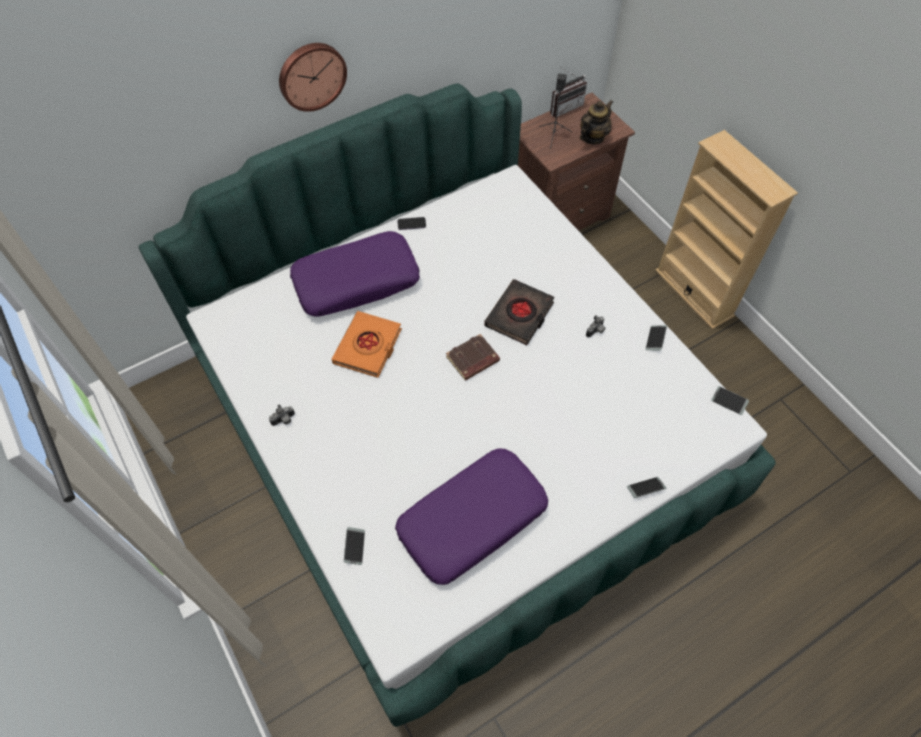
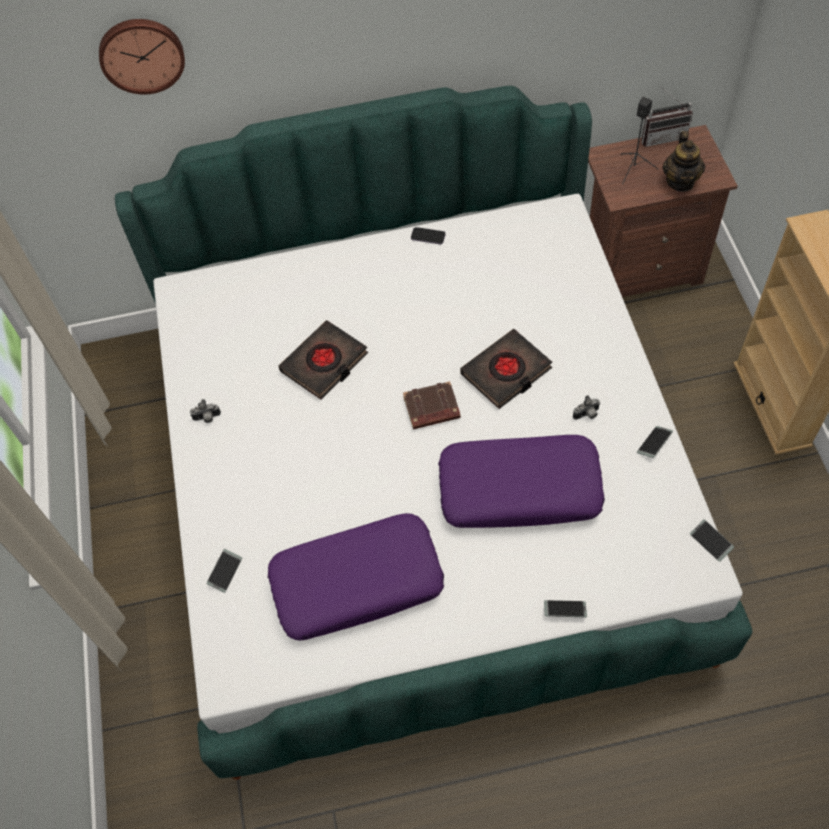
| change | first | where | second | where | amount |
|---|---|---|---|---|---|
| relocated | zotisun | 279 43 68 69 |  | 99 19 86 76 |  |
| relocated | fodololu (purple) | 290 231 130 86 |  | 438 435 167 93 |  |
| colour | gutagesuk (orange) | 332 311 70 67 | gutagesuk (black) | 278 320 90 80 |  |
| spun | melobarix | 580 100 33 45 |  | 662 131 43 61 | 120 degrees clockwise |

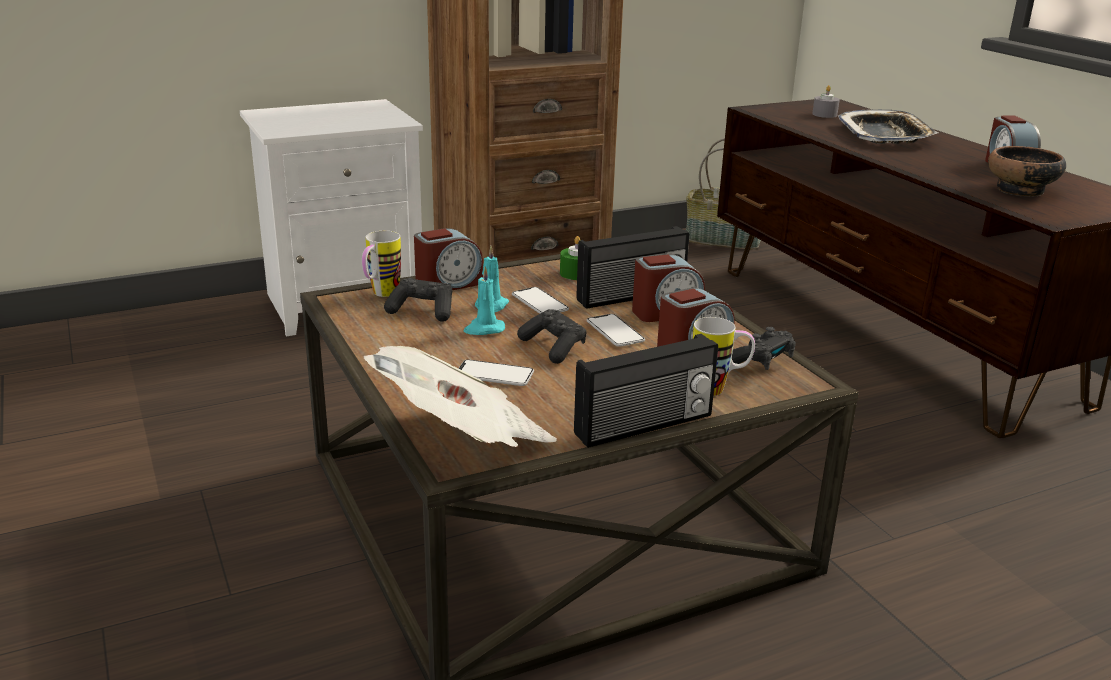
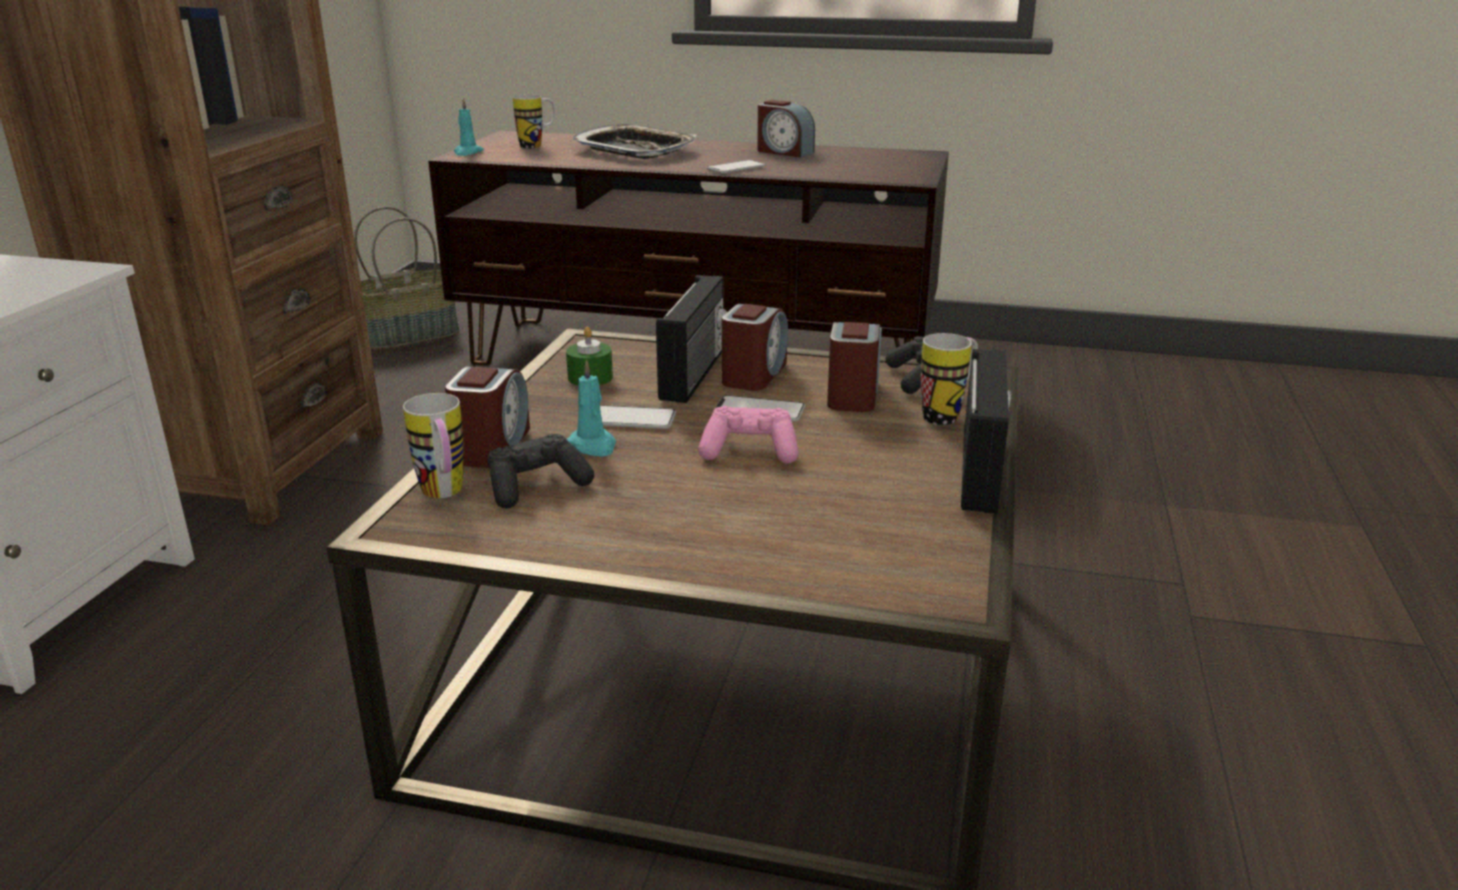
| change | first | where | second | where | amount |
|---|---|---|---|---|---|
| missing | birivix | 363 346 194 101 |  |  |  |
| missing | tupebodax | 988 146 78 51 |  |  |  |
| relocated | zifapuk | 458 359 76 27 |  | 707 160 58 13 |  |
| relocated | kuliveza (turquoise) | 464 266 41 69 |  | 454 98 30 58 |  |
| exchanged | kuliveza (grey) | 812 85 28 33 | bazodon | 513 94 43 55 |  |
| colour | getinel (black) | 517 309 69 55 | getinel (pink) | 698 406 100 58 |  |

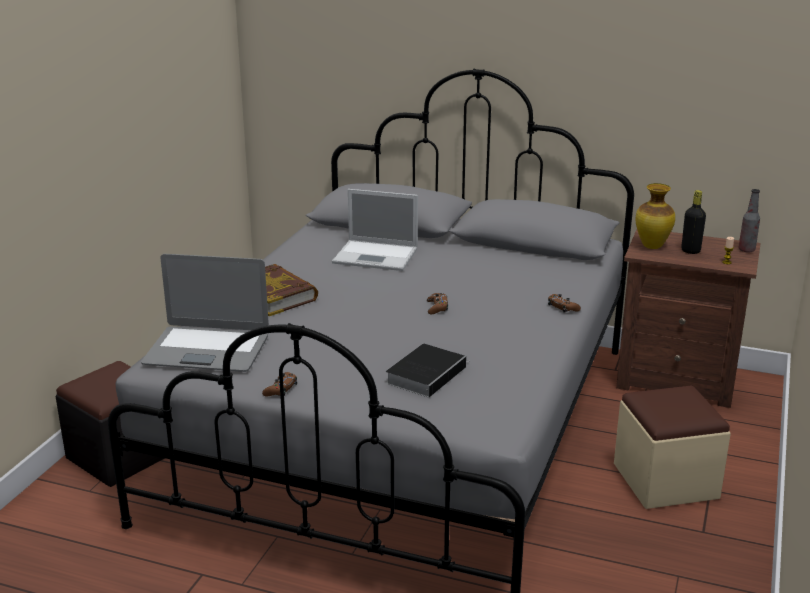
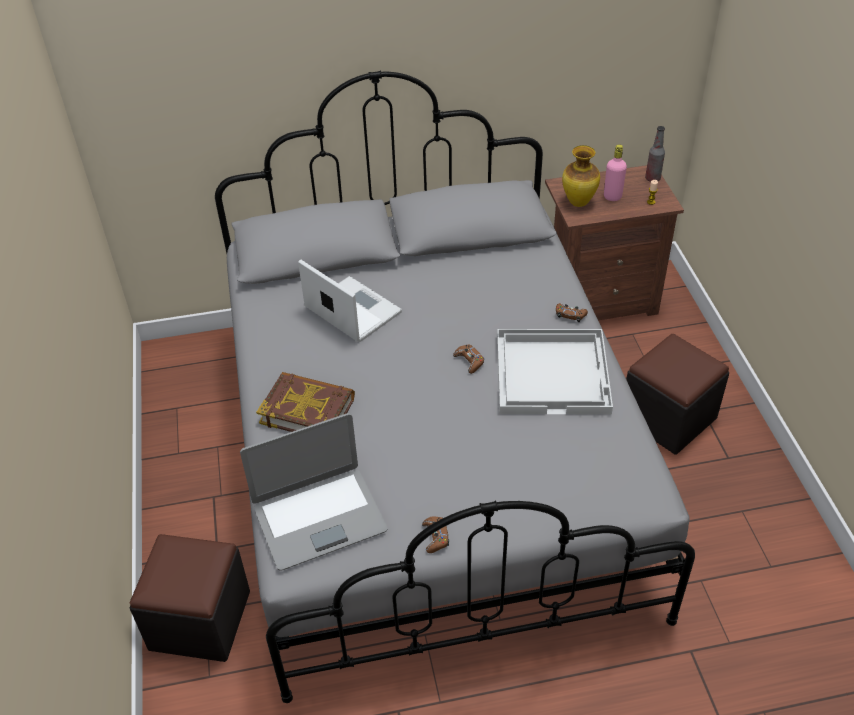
| change | first | where | second | where | amount |
|---|---|---|---|---|---|
| missing | gutagesuk | 386 344 83 54 |  |  |  |
| appeared |  |  | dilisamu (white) | 497 329 116 85 |  |
| colour | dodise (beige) | 614 386 117 123 | dodise (black) | 626 334 103 121 |  |
| colour | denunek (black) | 681 190 25 64 | denunek (pink) | 604 144 23 57 |  |
| spun | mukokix | 332 189 86 82 |  | 298 259 104 83 | 120 degrees counterclockwise |

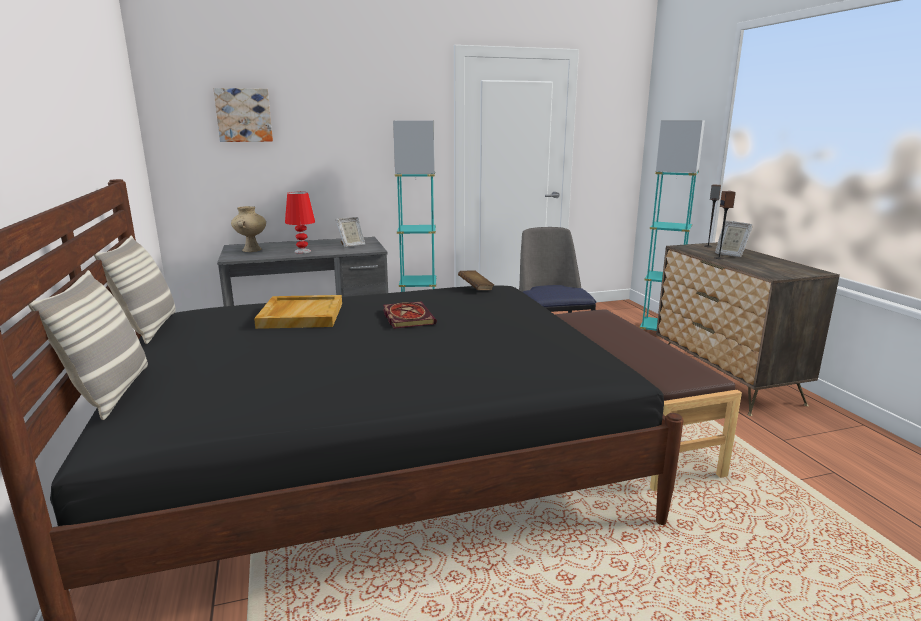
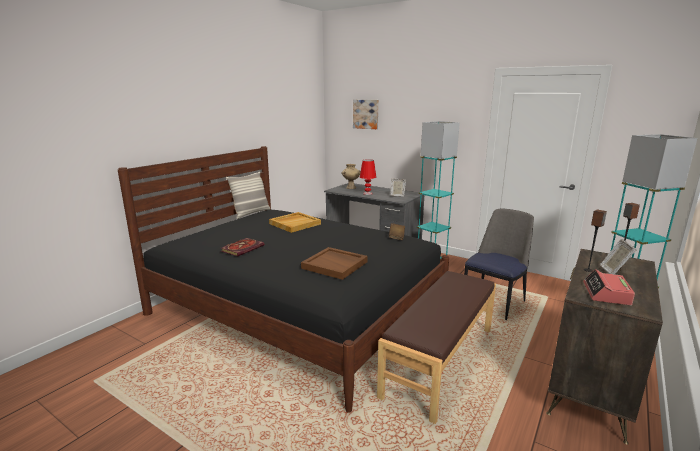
| change | first | where | second | where | amount |
|---|---|---|---|---|---|
| missing | fodololu | 28 270 120 150 |  |  |  |
| appeared |  |  | dilisamu (brown) | 301 247 67 33 |  |
| appeared |  |  | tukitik | 583 269 52 37 |  |
| relocated | gutagesuk | 383 301 54 28 |  | 221 238 44 18 |  |

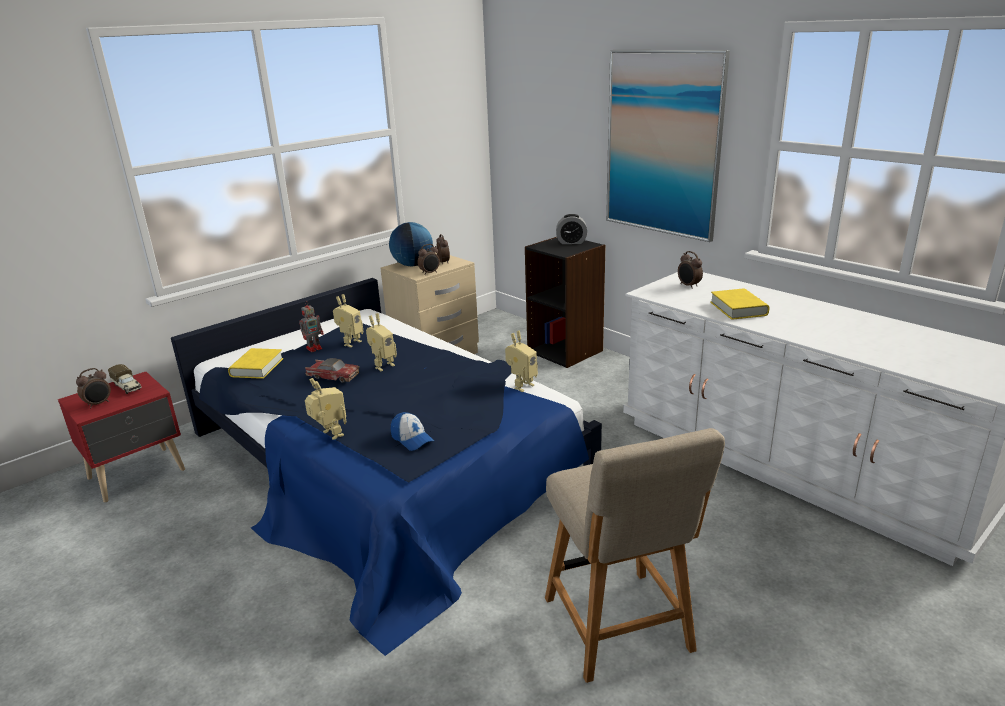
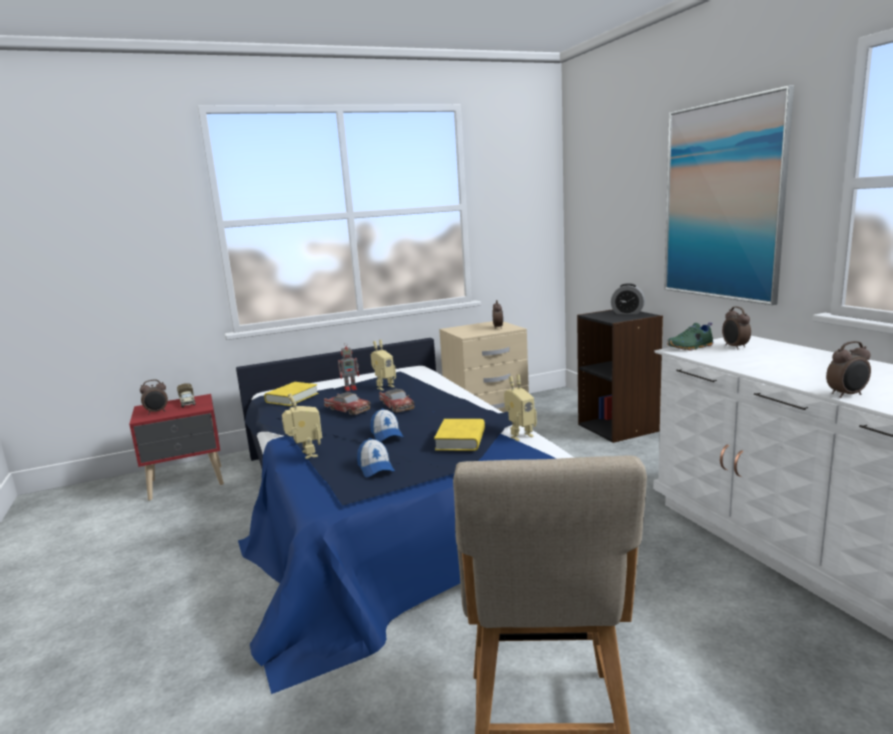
| change | first | where | second | where | amount |
|---|---|---|---|---|---|
| missing | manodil | 389 222 44 44 |  |  |  |
| appeared |  |  | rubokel | 370 408 33 34 |  |
| appeared |  |  | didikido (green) | 667 322 46 28 |  |
| relocated | tukitik | 417 244 23 31 |  | 826 341 45 57 |  |
| relocated | gutagesuk (yellow) | 710 288 60 32 |  | 434 419 51 32 |  |
| exchanged | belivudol | 366 313 31 58 | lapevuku | 379 389 35 24 |  |

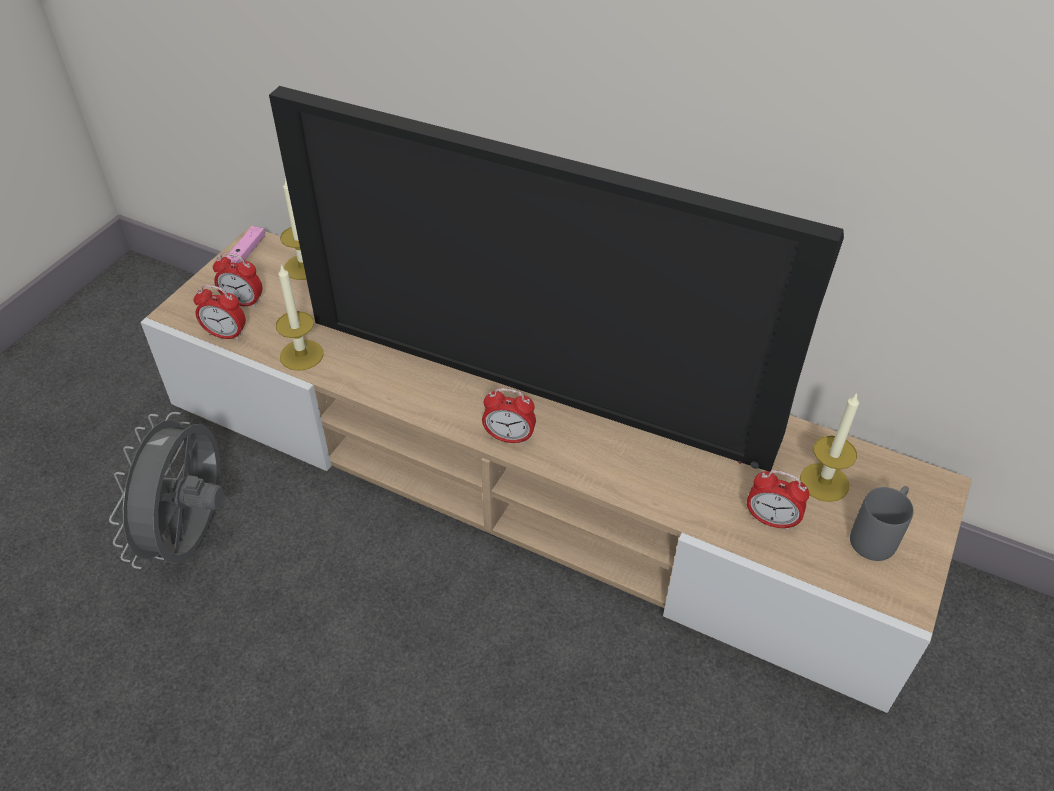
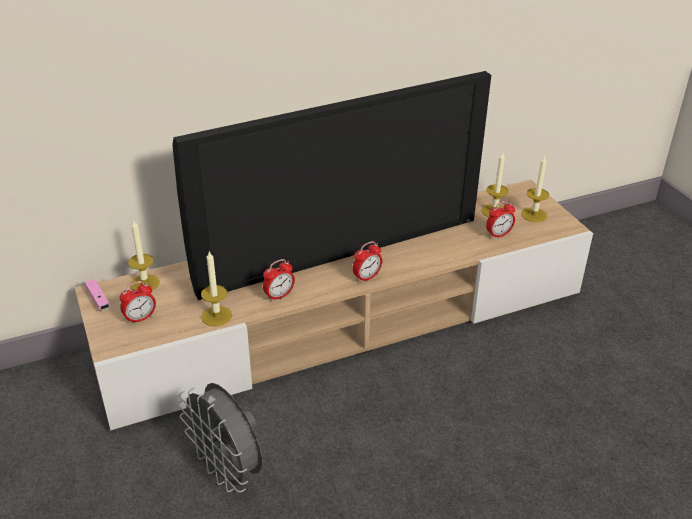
| change | first | where | second | where | amount |
|---|---|---|---|---|---|
| relocated | tukitik | 193 285 53 55 |  | 263 259 32 43 |  |
| exchanged | bazodon (grey) | 850 486 64 75 | kuliveza | 521 155 28 67 |  |

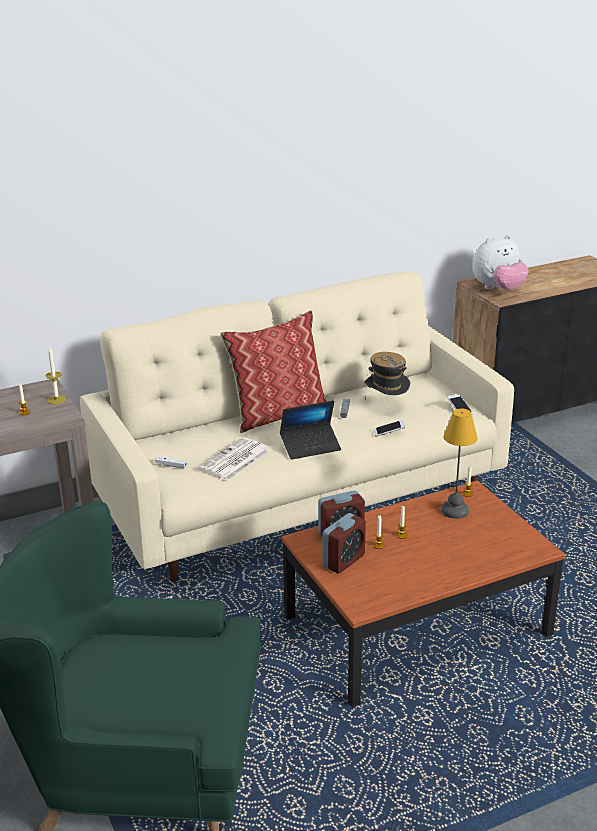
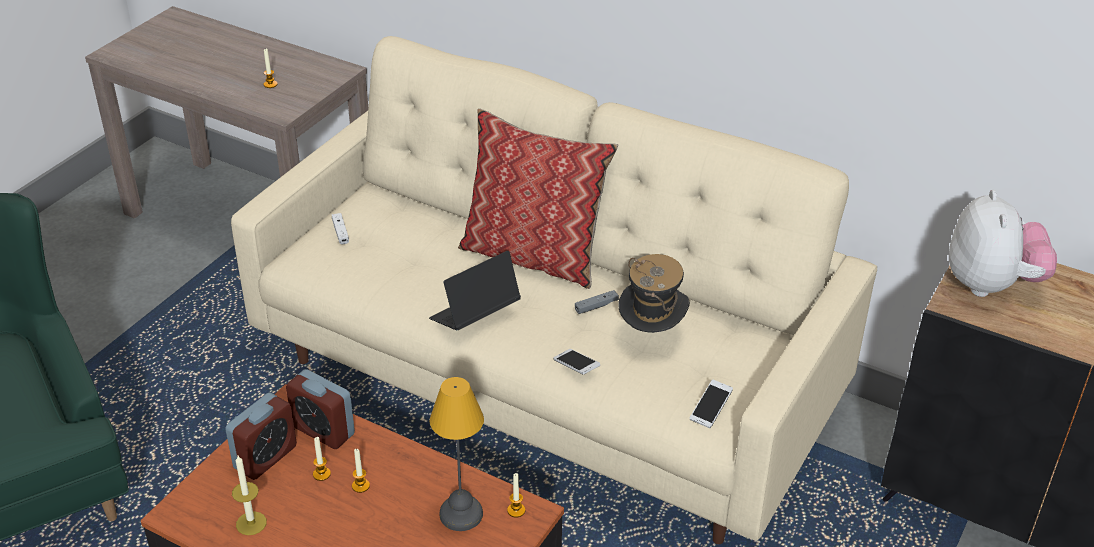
| change | first | where | second | where | amount |
|---|---|---|---|---|---|
| missing | birivix | 198 437 73 44 |  |  |  |
| relocated | kuliveza | 46 347 20 57 |  | 232 456 35 79 |  |
| spun | mukokix | 280 400 61 60 |  | 429 251 92 79 | 105 degrees clockwise |
| spun | tukitik | 323 513 43 60 |  | 225 393 72 87 | 60 degrees counterclockwise |
| spun | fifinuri | 472 235 57 56 |  | 949 190 108 107 | 120 degrees counterclockwise |

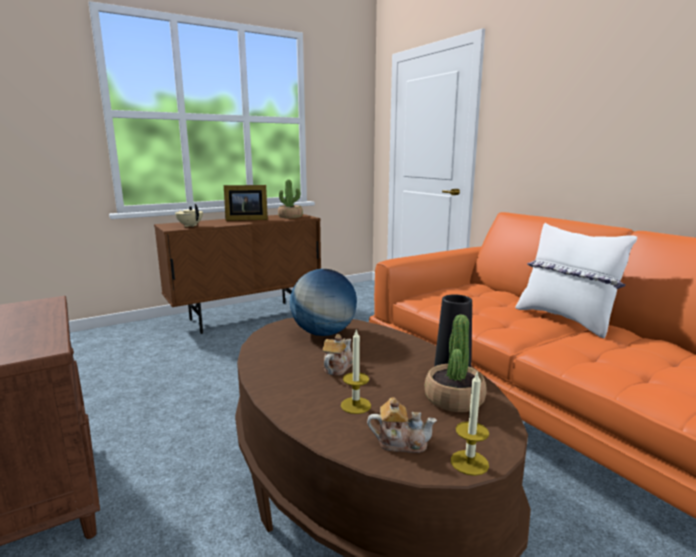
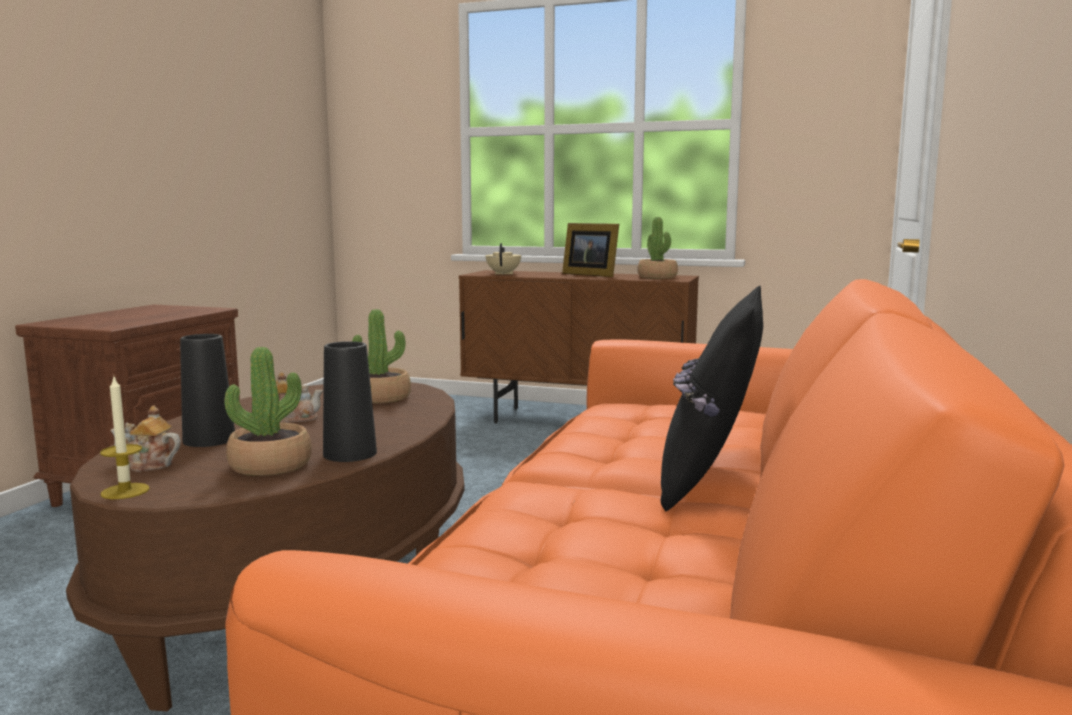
| change | first | where | second | where | amount |
|---|---|---|---|---|---|
| exchanged | manodil | 290 269 67 67 | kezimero | 352 309 59 95 |  |
| exchanged | kuliveza | 341 329 30 85 | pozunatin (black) | 180 334 55 113 |  |
| colour | fodololu (white) | 515 223 122 116 | fodololu (black) | 661 285 102 226 |  |
| spun | melobarix | 367 397 70 56 |  | 111 406 70 66 | 135 degrees clockwise |

